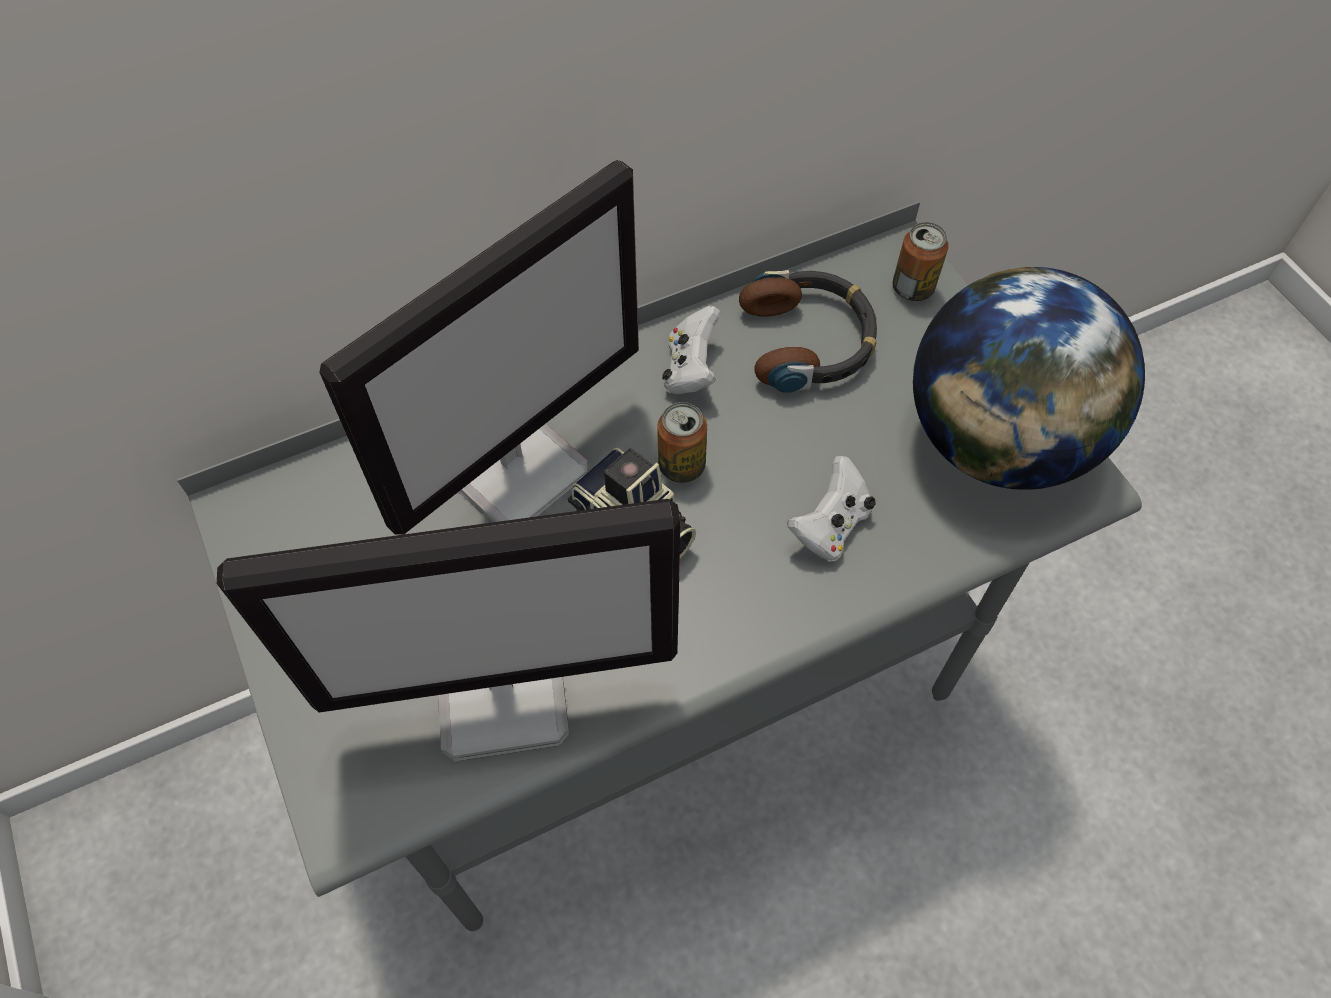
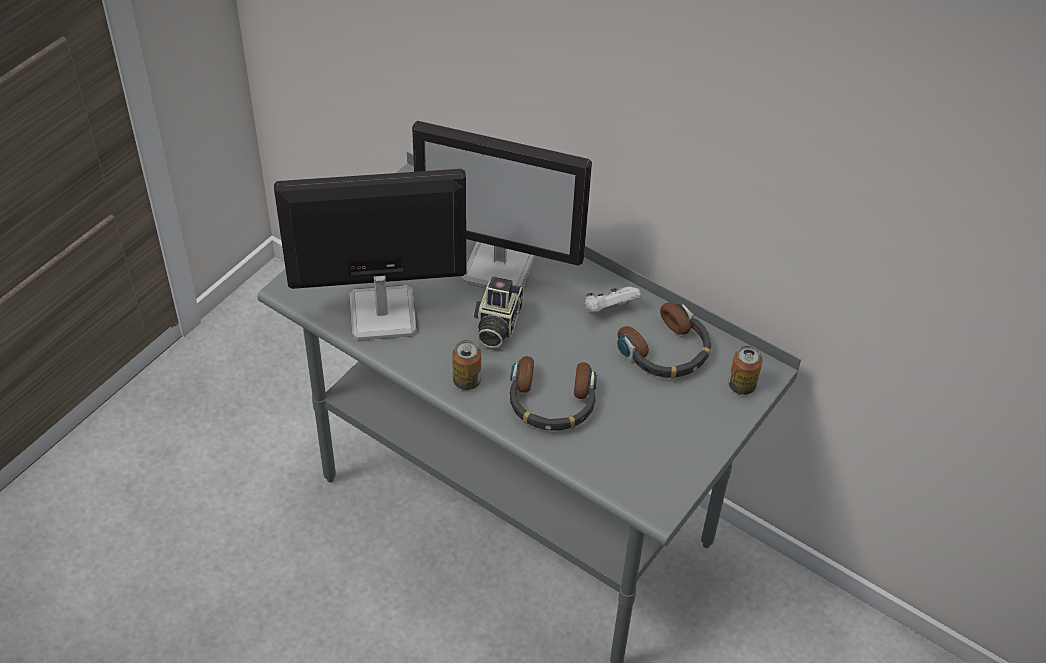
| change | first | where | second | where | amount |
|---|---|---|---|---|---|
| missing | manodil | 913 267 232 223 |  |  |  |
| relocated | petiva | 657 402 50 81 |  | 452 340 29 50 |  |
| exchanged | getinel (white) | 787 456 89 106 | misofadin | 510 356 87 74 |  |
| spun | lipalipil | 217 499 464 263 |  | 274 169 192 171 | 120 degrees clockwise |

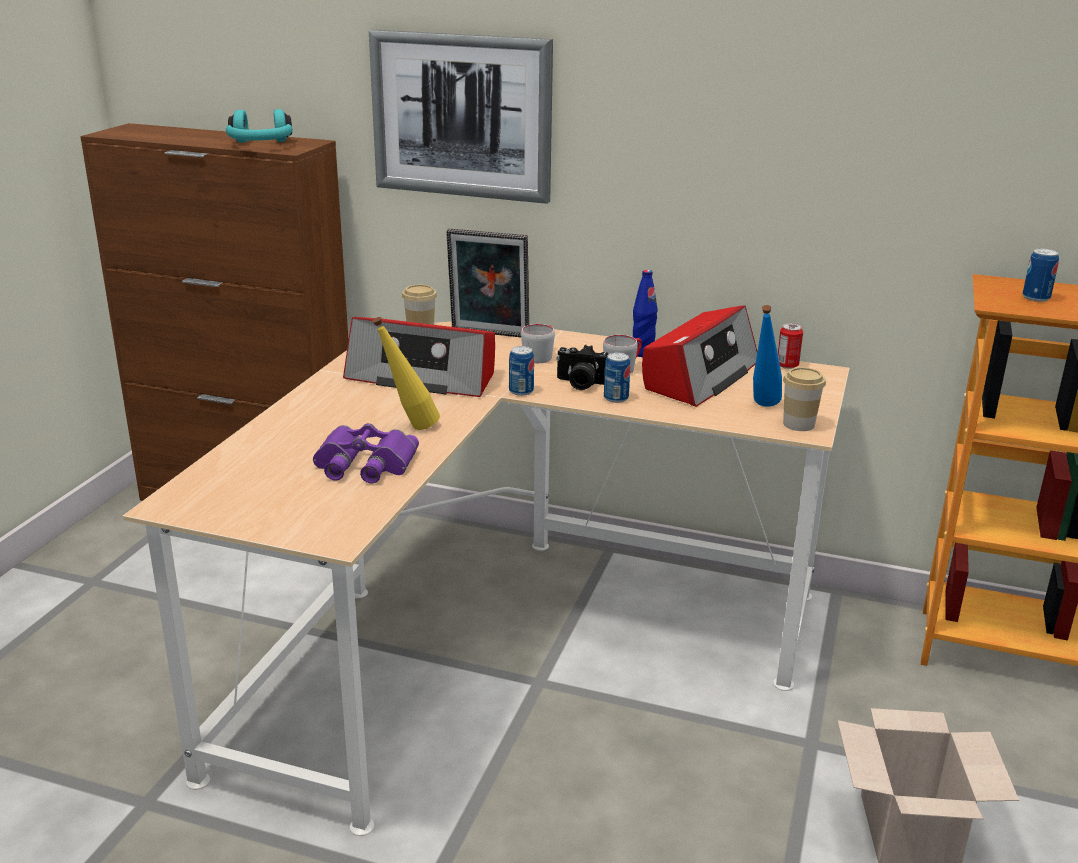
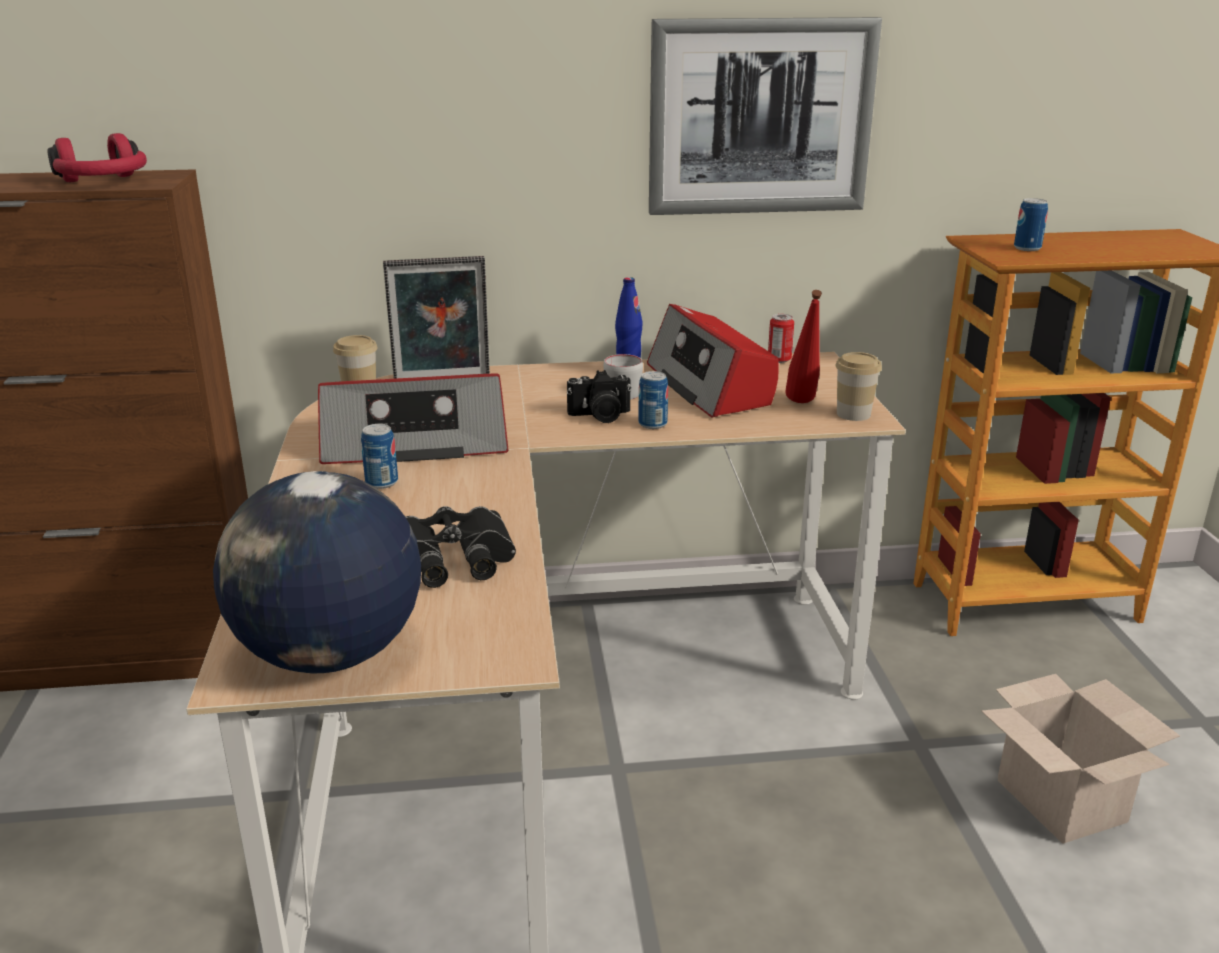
| change | first | where | second | where | amount |
|---|---|---|---|---|---|
| missing | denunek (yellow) | 373 317 67 113 |  |  |  |
| missing | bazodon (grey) | 521 324 34 39 |  |  |  |
| appeared |  |  | manodil | 213 471 208 202 |  |
| relocated | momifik | 369 30 184 174 |  | 649 17 233 198 |  |
| relocated | petiva | 509 346 25 50 |  | 361 424 37 65 |  |
| colour | misofadin (turquoise) | 226 109 66 34 | misofadin (red) | 48 133 99 49 |  |
| colour | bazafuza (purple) | 313 423 106 61 | bazafuza (black) | 406 506 110 82 |  |
| colour | denunek (blue) | 753 305 29 102 | denunek (red) | 785 290 37 113 |  |
| spun | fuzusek | 642 305 115 102 |  | 647 304 132 114 | 150 degrees clockwise |

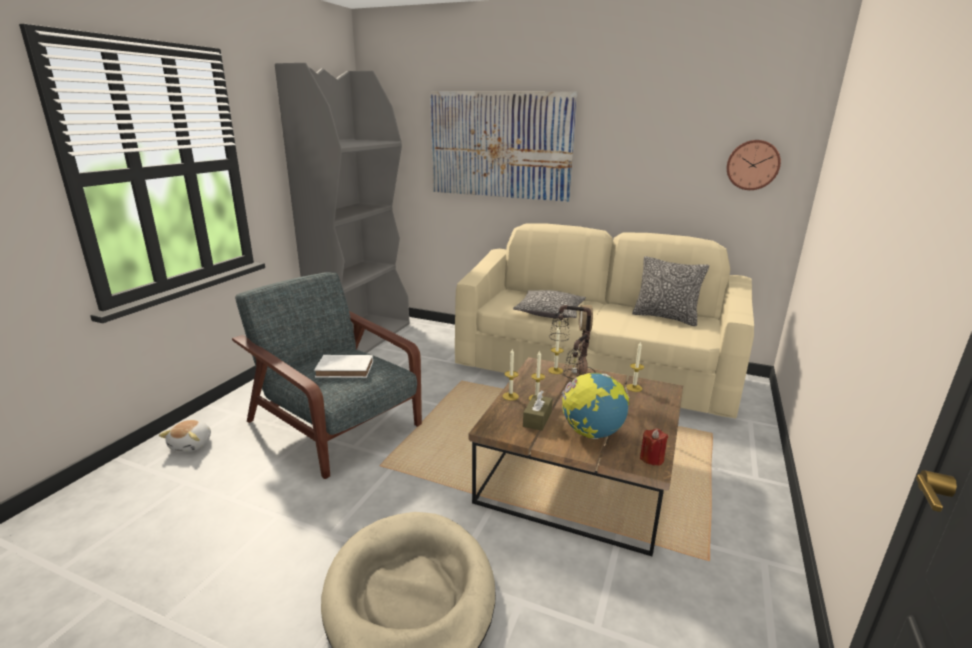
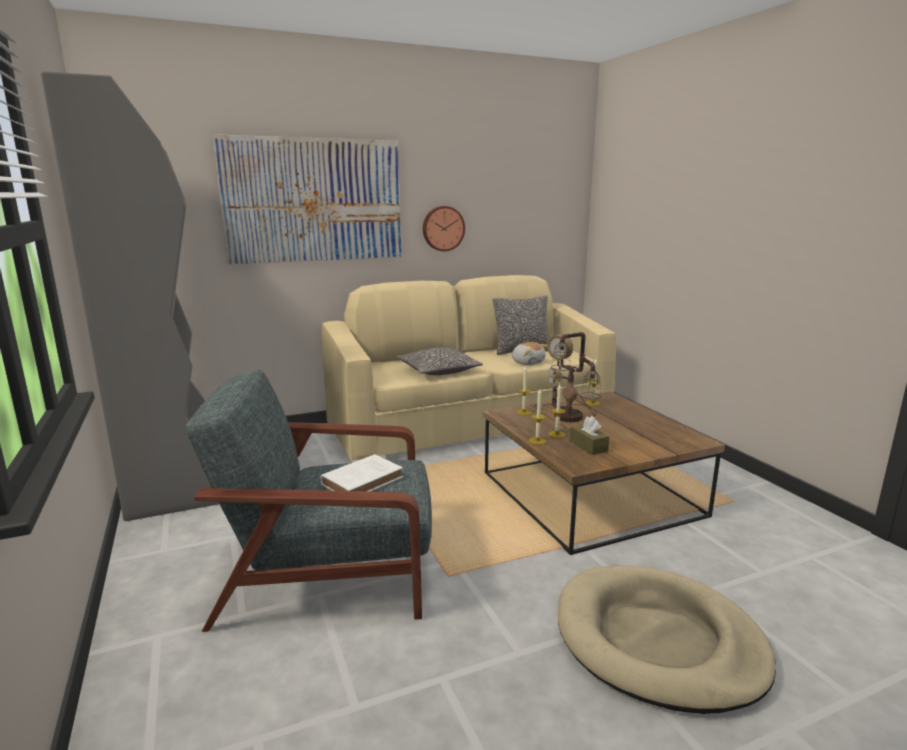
| change | first | where | second | where | amount |
|---|---|---|---|---|---|
| missing | manodil | 562 373 67 66 |  |  |  |
| missing | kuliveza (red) | 640 429 28 37 |  |  |  |
| relocated | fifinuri | 159 420 52 32 |  | 512 342 35 23 |  |
| relocated | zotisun | 727 140 54 50 |  | 423 206 42 45 |  |

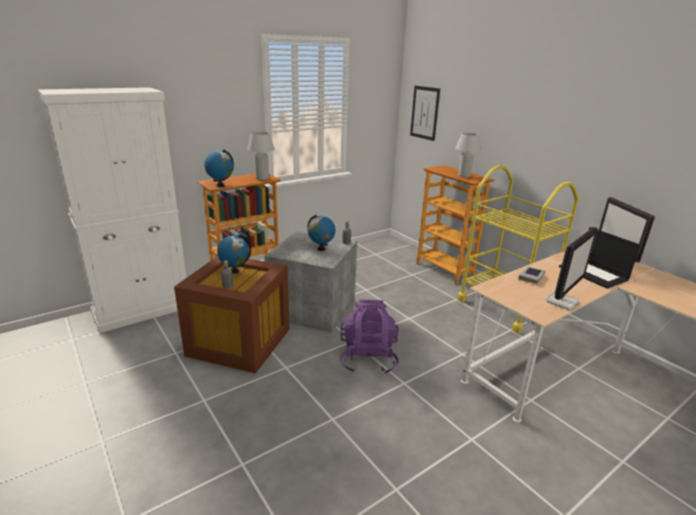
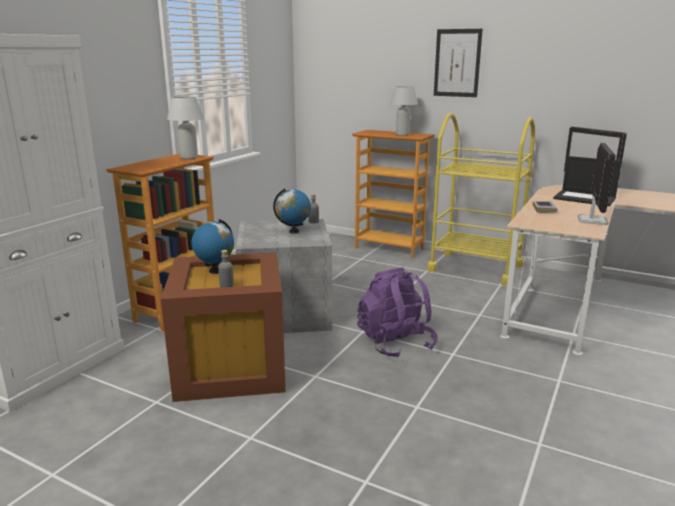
| change | first | where | second | where | amount |
|---|---|---|---|---|---|
| missing | manodil | 204 149 30 38 |  |  |  |
| relocated | momifik | 410 86 30 55 |  | 434 29 49 68 |  |

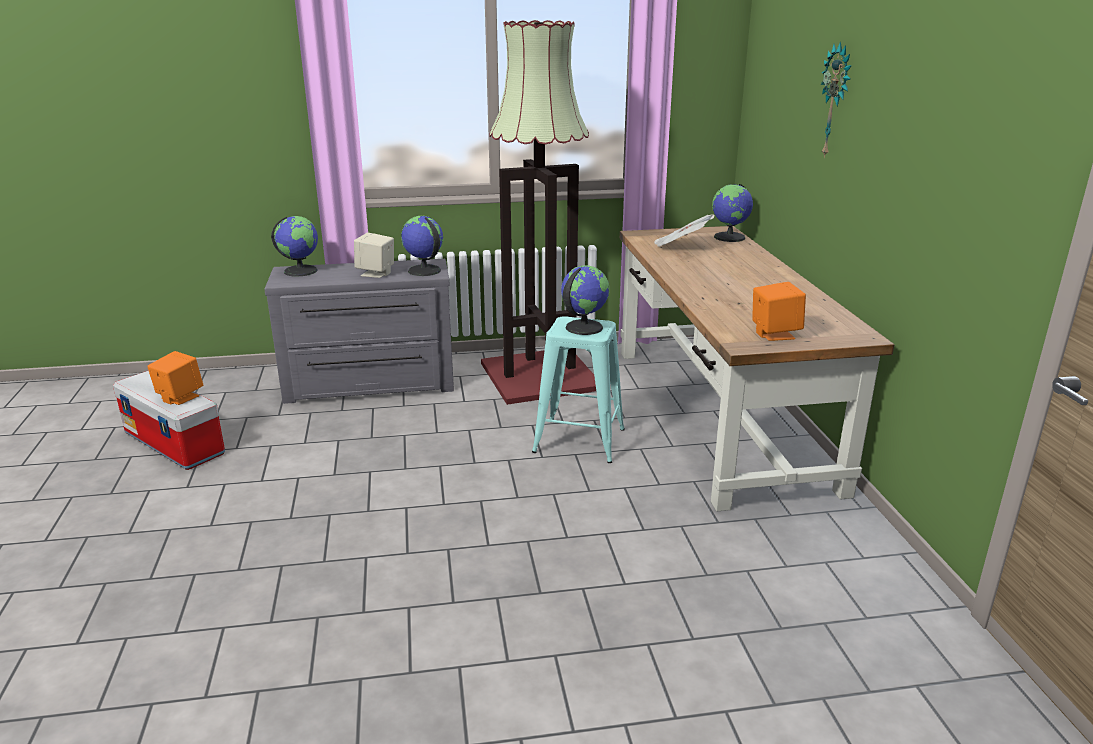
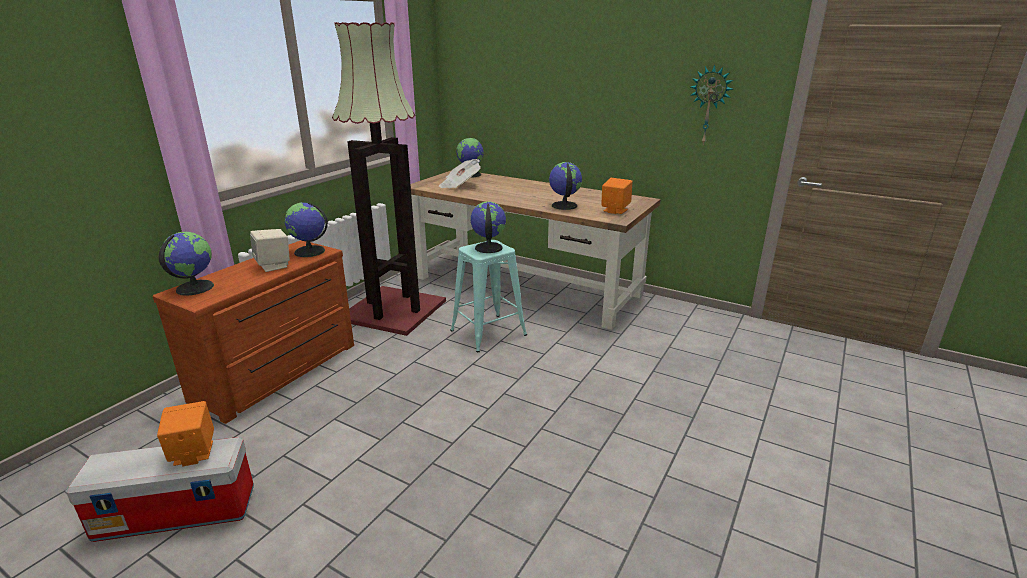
| change | first | where | second | where | amount |
|---|---|---|---|---|---|
| appeared |  |  | manodil | 549 162 33 48 |  |
| relocated | zotisun | 821 42 31 116 |  | 690 65 43 80 |  |
| colour | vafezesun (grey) | 264 259 190 145 | vafezesun (brown) | 152 240 202 184 |  |

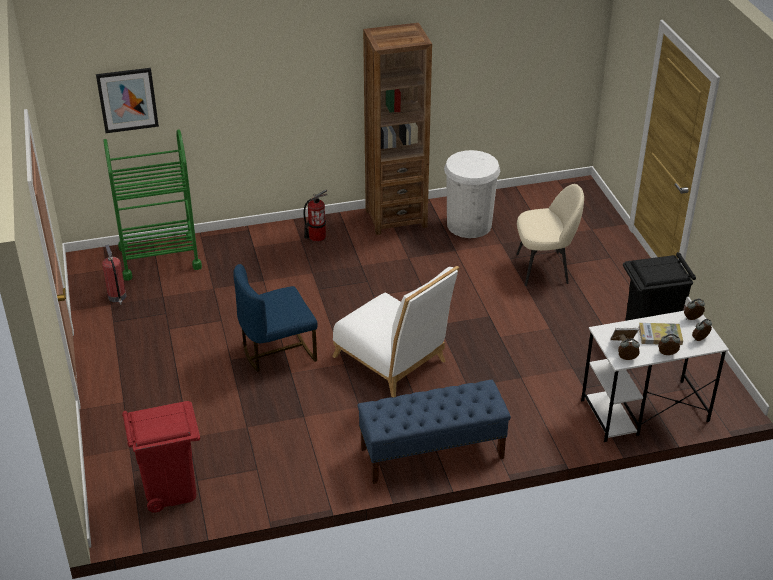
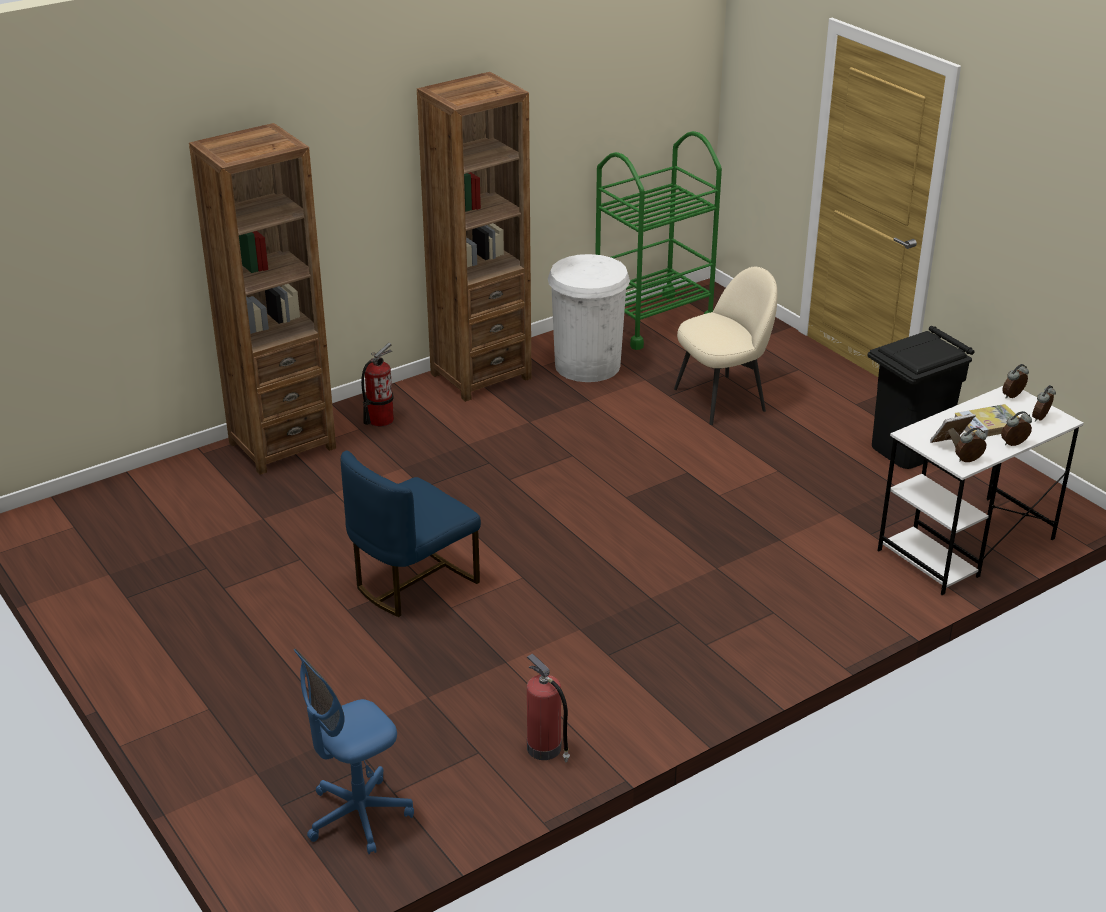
| change | first | where | second | where | amount |
|---|---|---|---|---|---|
| missing | momifik | 96 68 63 65 |  |  |  |
| missing | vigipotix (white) | 332 266 127 131 |  |  |  |
| missing | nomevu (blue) | 358 380 153 104 |  |  |  |
| appeared |  |  | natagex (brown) | 189 123 147 352 |  |
| relocated | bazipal | 102 244 24 61 |  | 527 654 43 108 |  |
| relocated | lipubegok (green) | 103 129 99 152 |  | 595 131 127 219 |  |
| exchanged | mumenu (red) | 122 401 78 112 | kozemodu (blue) | 294 649 120 205 |  |

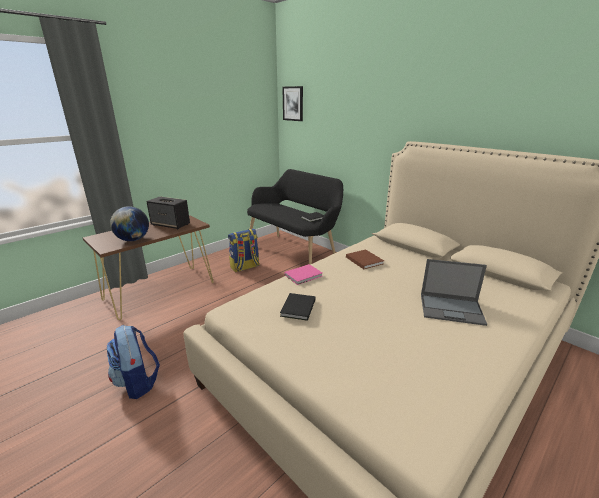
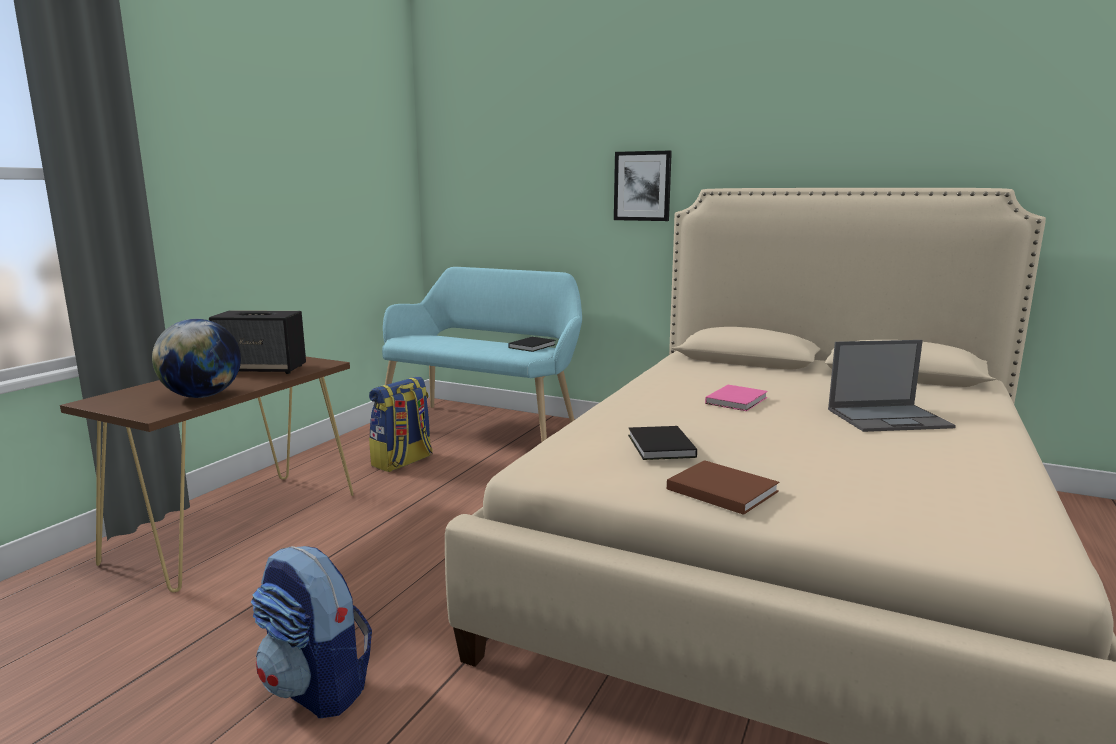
| change | first | where | second | where | amount |
|---|---|---|---|---|---|
| relocated | momifik | 282 86 21 35 |  | 614 151 58 70 |  |
| relocated | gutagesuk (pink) | 285 264 37 21 |  | 705 385 63 26 |  |
| relocated | gutagesuk (brown) | 346 249 38 20 |  | 667 460 112 55 |  |
| colour | nomevu (black) | 247 169 96 95 | nomevu (turquoise) | 382 267 200 175 |  |

